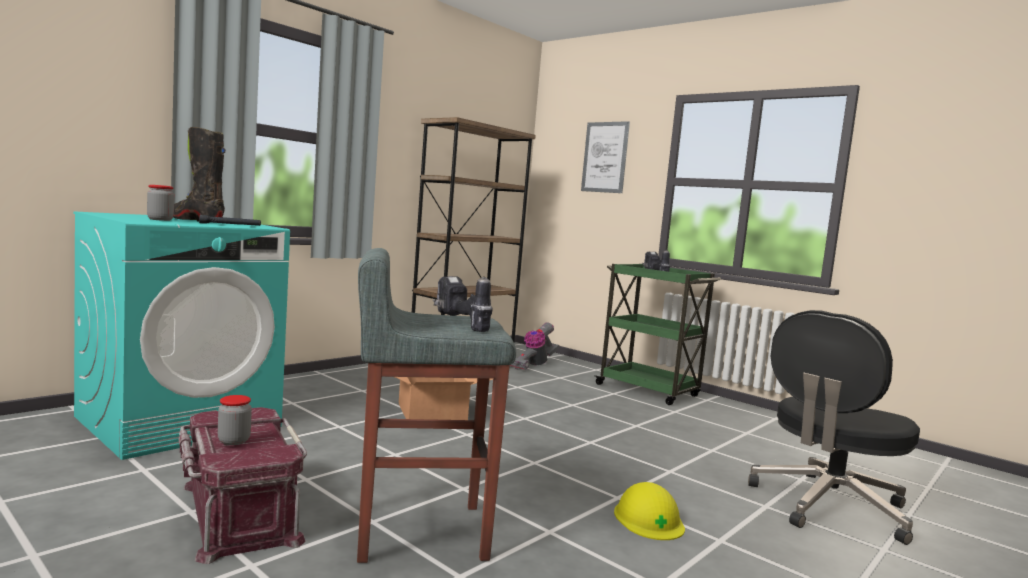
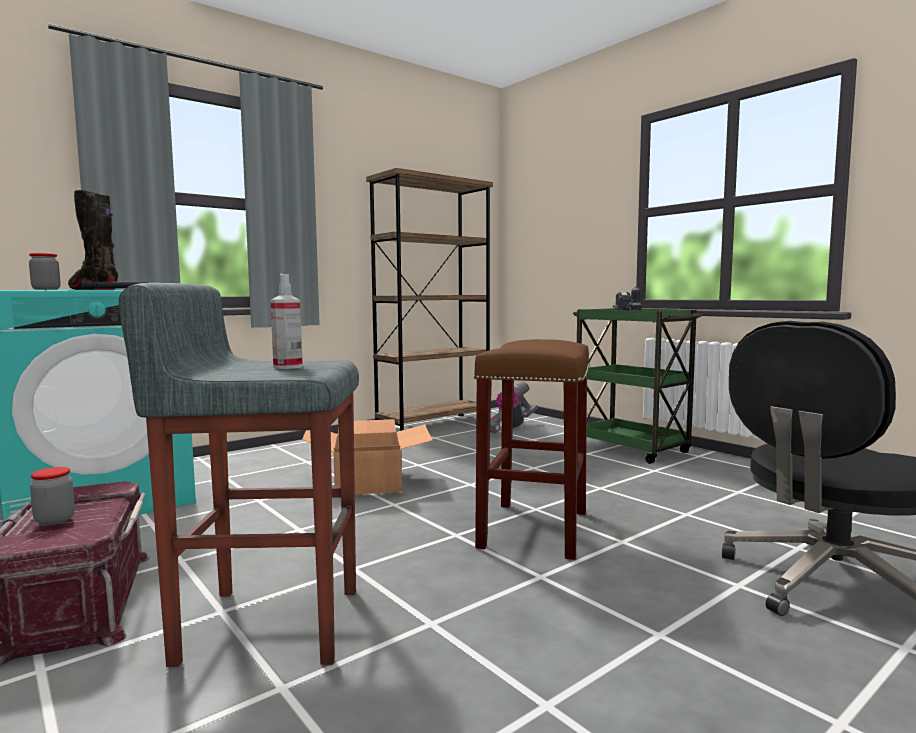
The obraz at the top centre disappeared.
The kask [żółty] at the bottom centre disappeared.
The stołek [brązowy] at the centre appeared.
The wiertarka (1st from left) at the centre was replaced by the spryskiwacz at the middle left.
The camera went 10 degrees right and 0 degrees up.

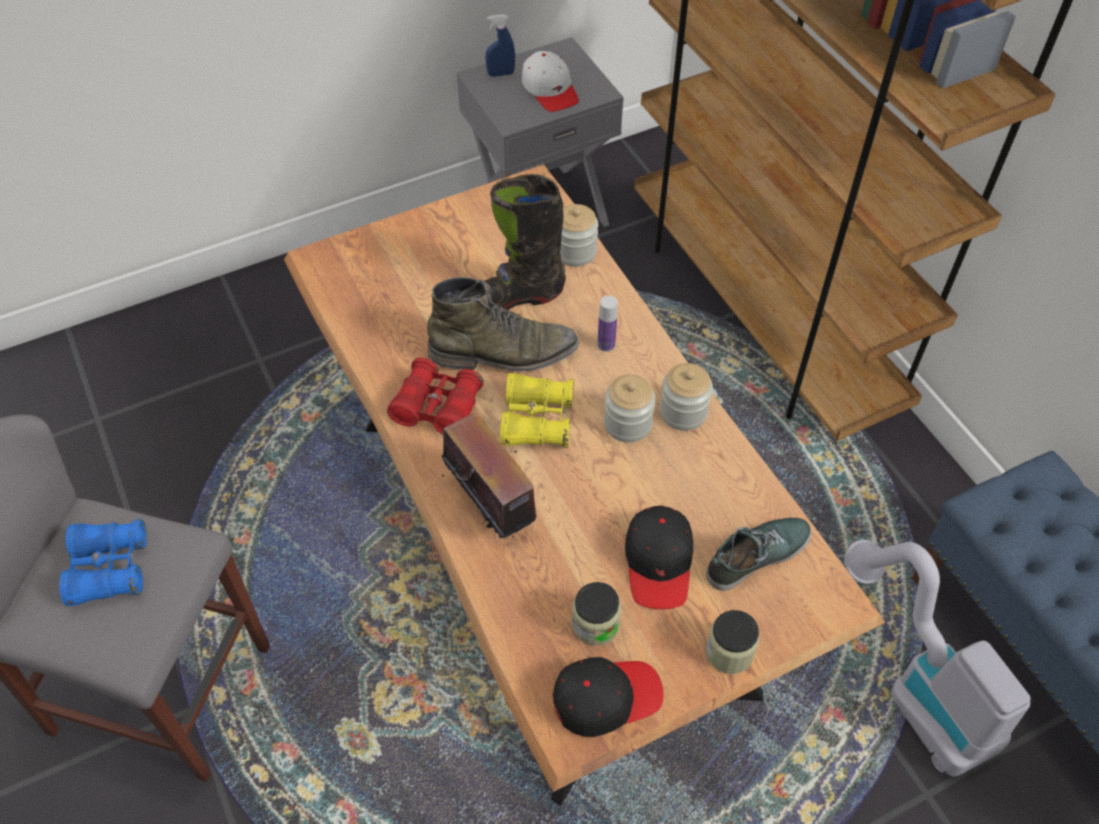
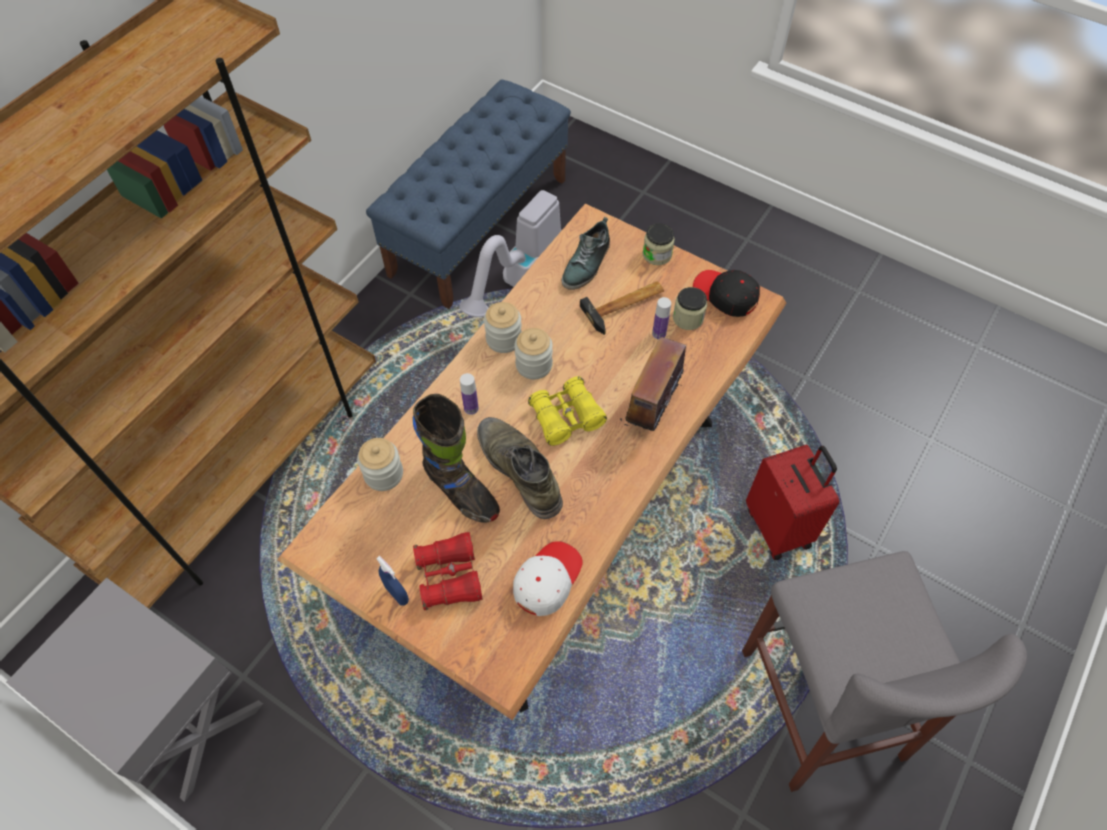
The lornetka [niebieski] at the bottom left disappeared.
The butelka (2nd from left) at the centre appeared.
The walizka [czerwony] at the middle right appeared.
The lornetka [czerwony] moved from the centre to the bottom centre.
The spryskiwacz [niebieski] moved from the top centre to the bottom centre.
The czapka z daszkiem [biały] moved from the top centre to the bottom centre.
The czapka z daszkiem [czarny] (2nd from left) at the bottom centre was replaced by the młotek at the centre.
The but at the bottom right turned 90 degrees counterclockwise.
The camera went 120 degrees left and 5 degrees up.

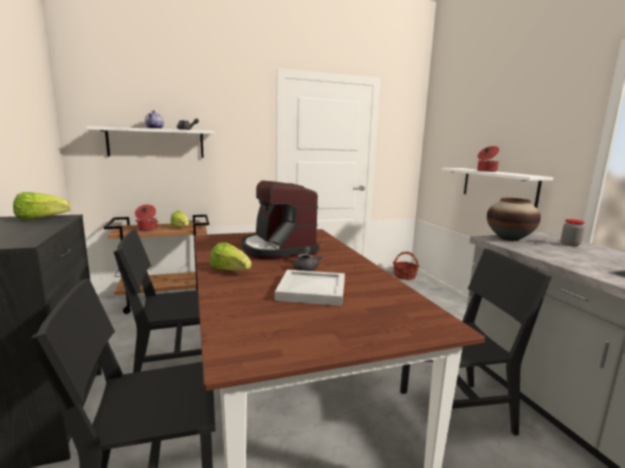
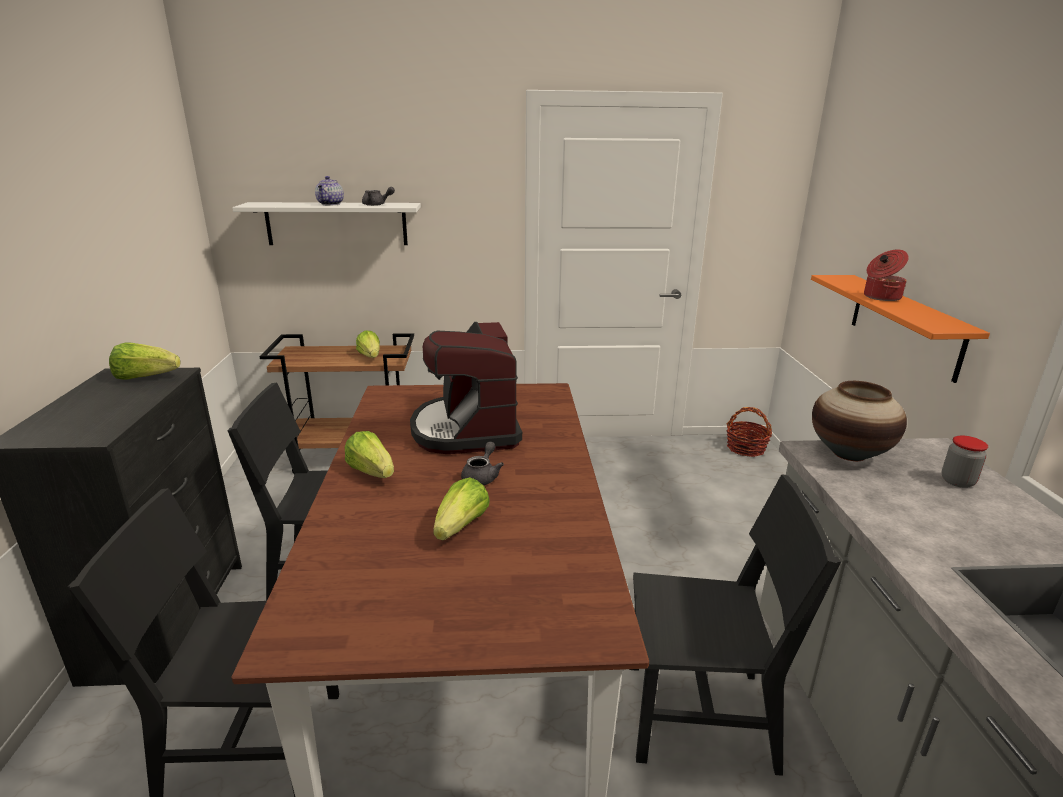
The garnek (1st from left) at the middle left disappeared.
The taca [biały] at the centre was replaced by the sałata (4th from left) at the centre.
The półka [biały] (2nd from left) at the middle right became the półka [pomarańczowy] at the middle right.
The camera went 15 degrees right and 10 degrees up.

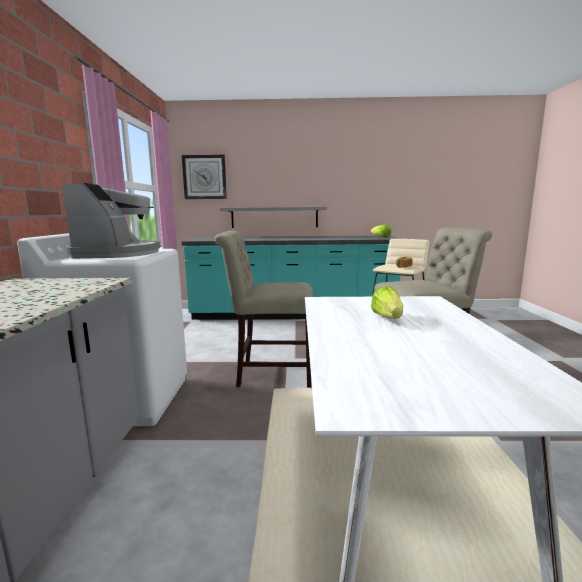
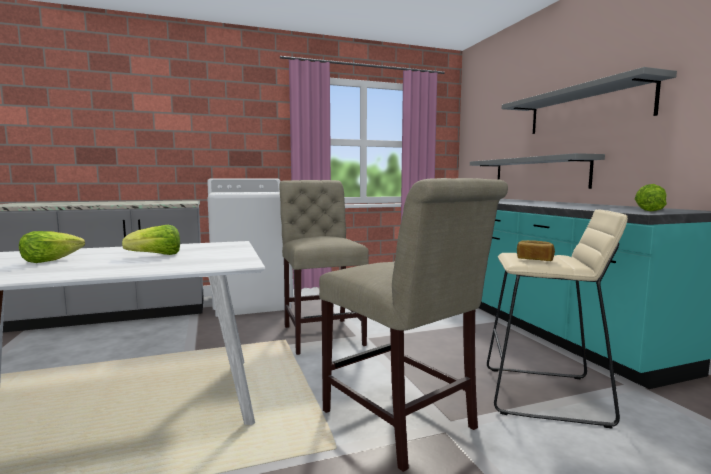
The ekspres do kawy at the middle left disappeared.
The zegar ścienny at the top centre disappeared.
The sałata (1st from left) at the middle left appeared.
The półka [szary] (2nd from left) at the top right appeared.
The camera went 70 degrees right and 5 degrees down.

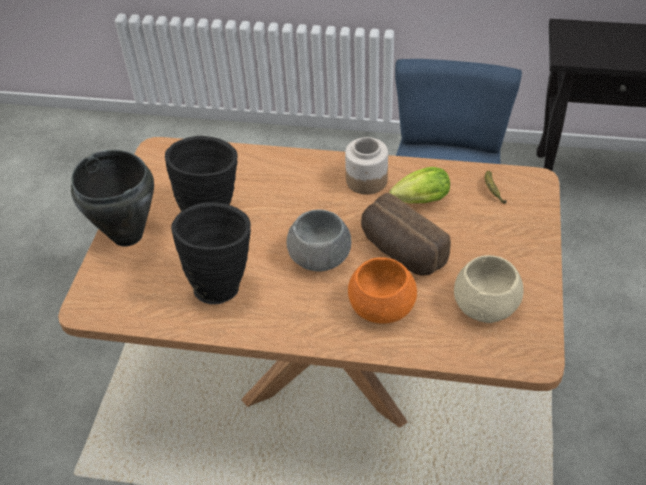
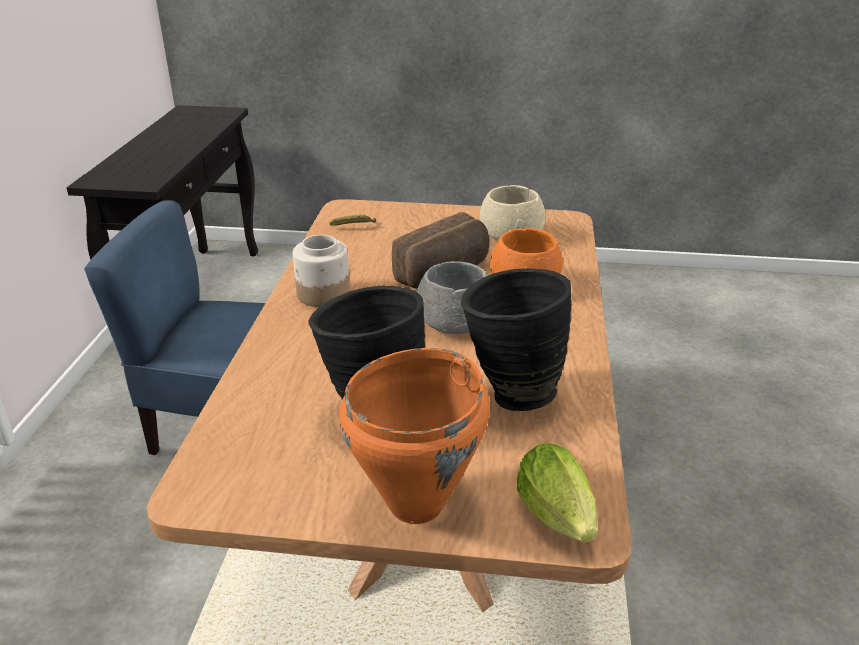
The sałata moved from the centre to the bottom centre.
The garnek [czarny] at the middle left became the garnek [pomarańczowy] at the bottom centre.
The camera went 95 degrees left and 15 degrees down.

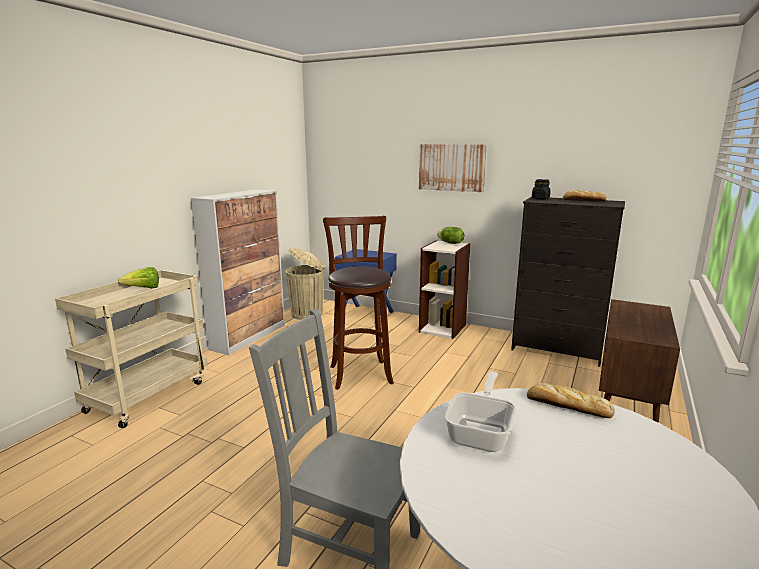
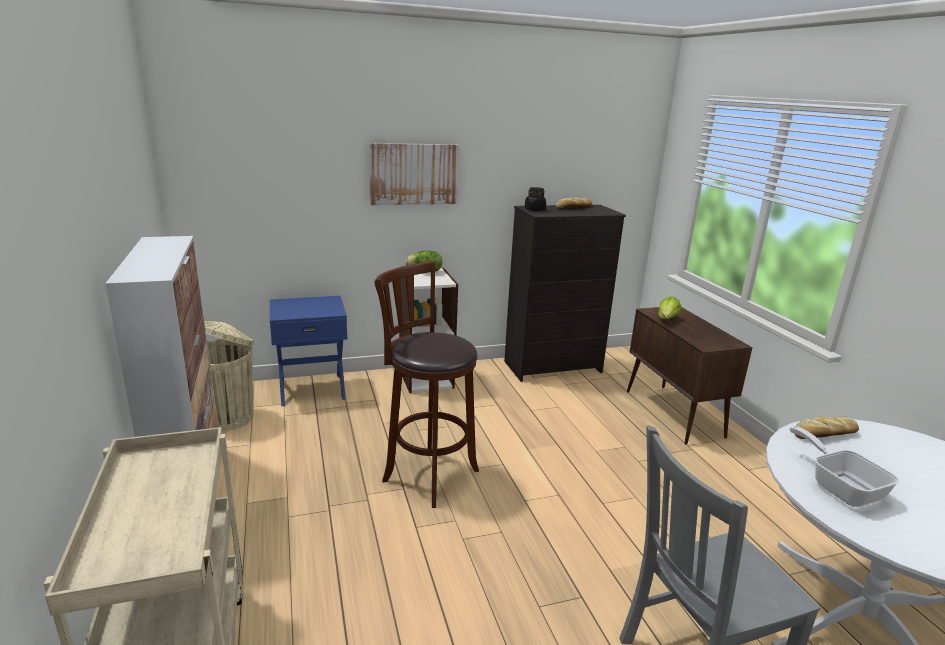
The sałata (1st from left in the first image) moved from the middle left to the middle right.
The camera went 45 degrees left and 5 degrees up.

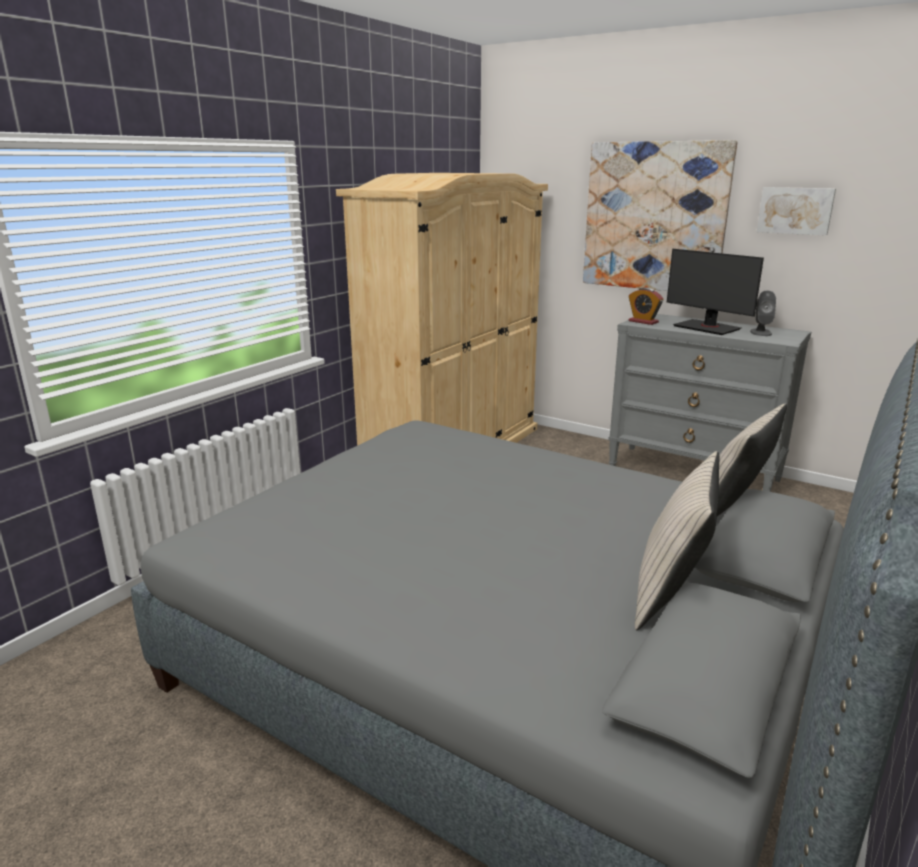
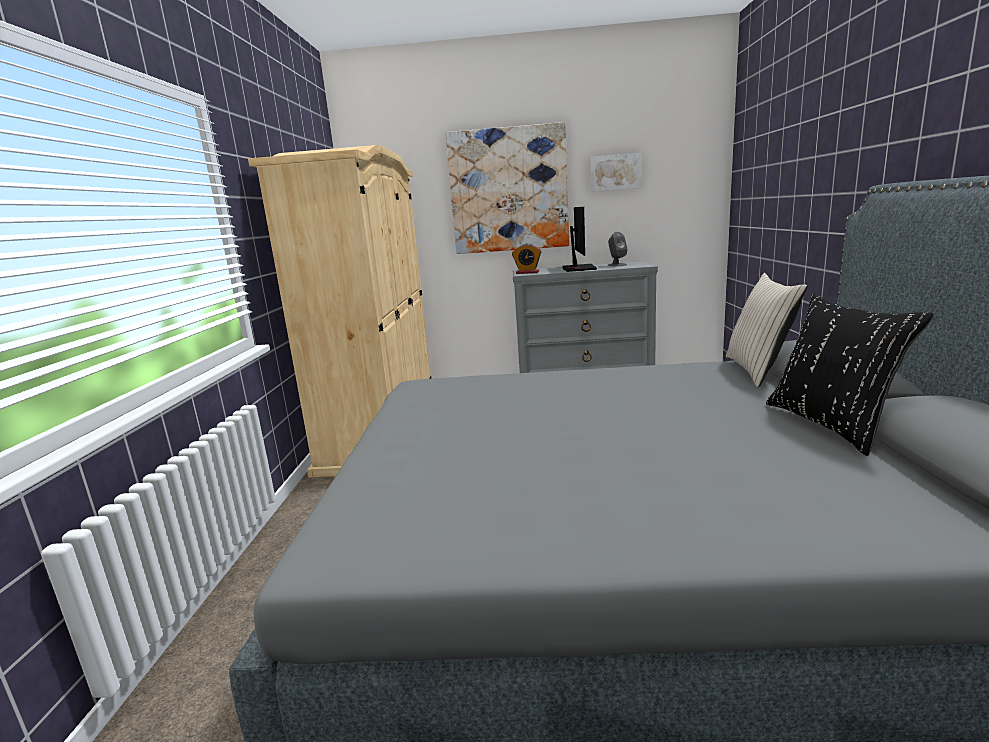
The poduszka [beżowy] (1st from left) at the middle right became the poduszka [czarny] at the middle right.
The monitor at the middle right turned 105 degrees counterclockwise.
The camera went 30 degrees left and 5 degrees down.

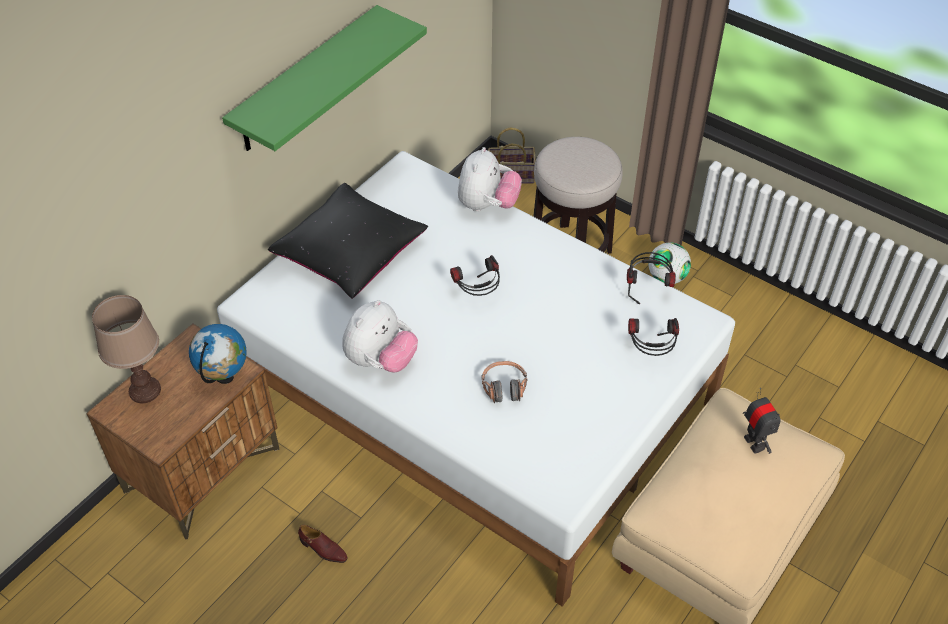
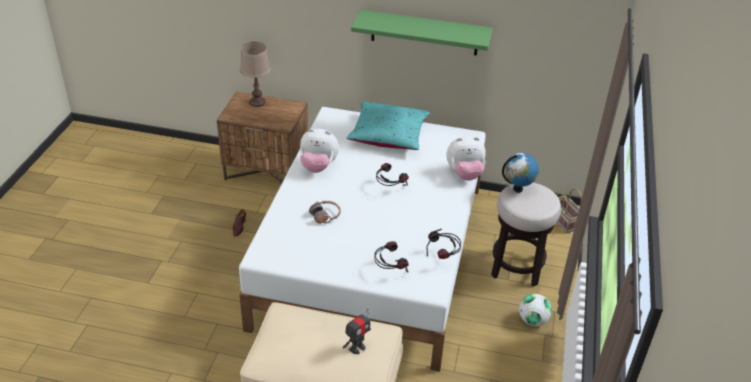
The globus moved from the middle left to the middle right.
The poduszka [czarny] at the centre became the poduszka [turkusowy] at the top centre.
The camera went 65 degrees right and 10 degrees down.

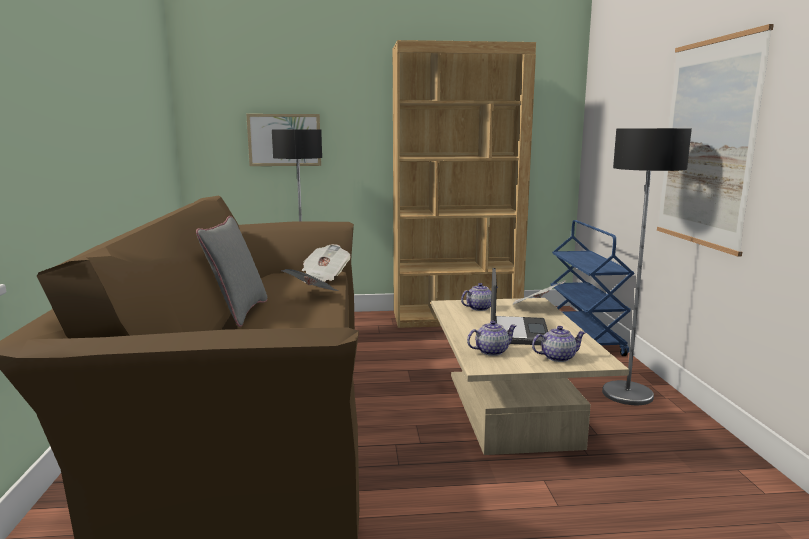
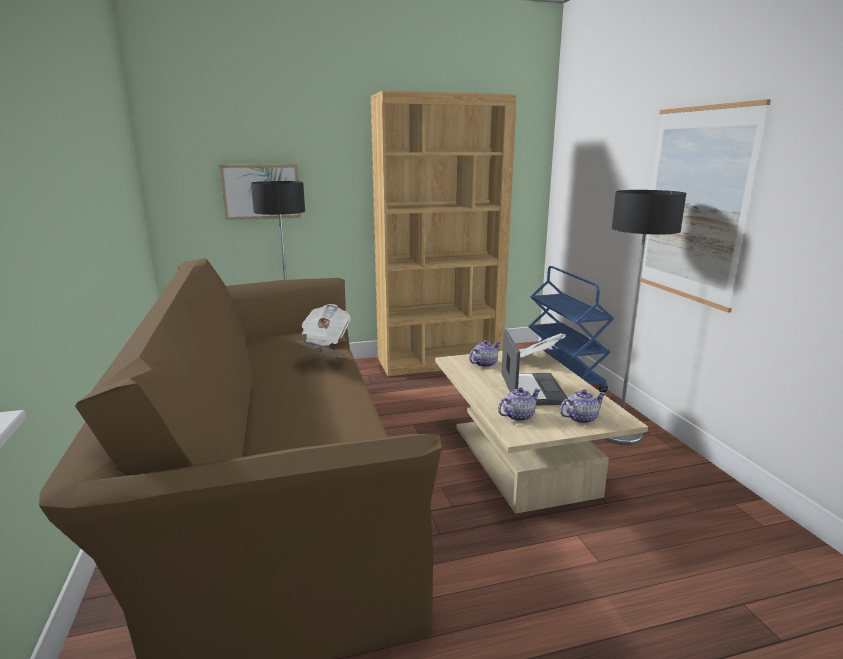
The poduszka [szary] at the middle left disappeared.
The camera went 10 degrees left and 5 degrees up.

